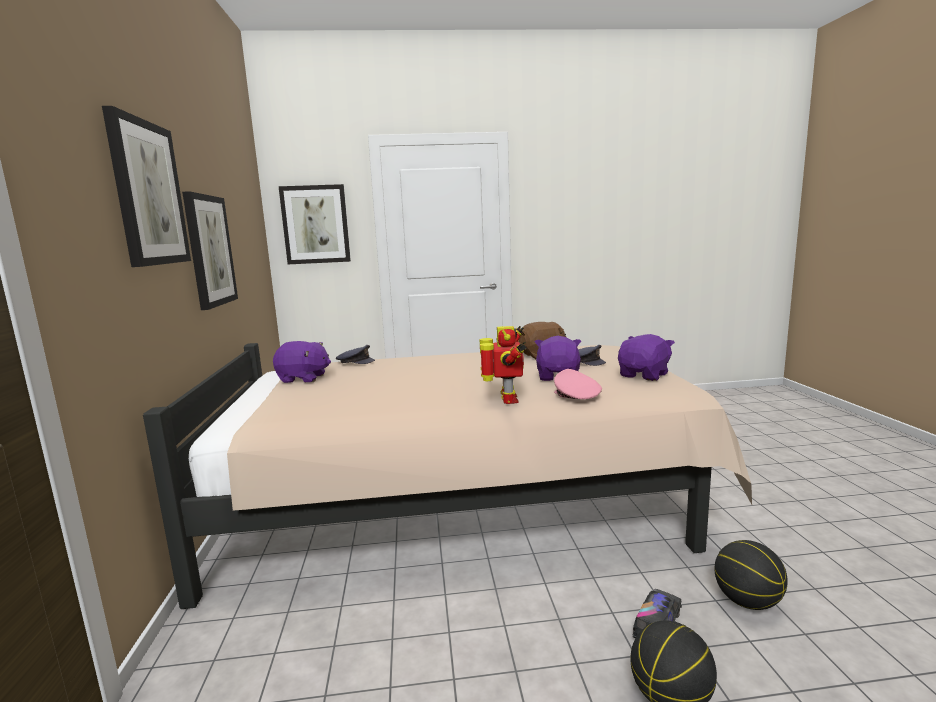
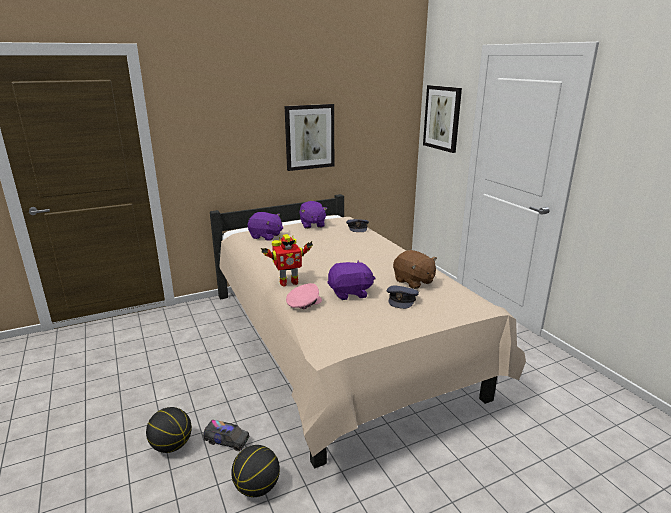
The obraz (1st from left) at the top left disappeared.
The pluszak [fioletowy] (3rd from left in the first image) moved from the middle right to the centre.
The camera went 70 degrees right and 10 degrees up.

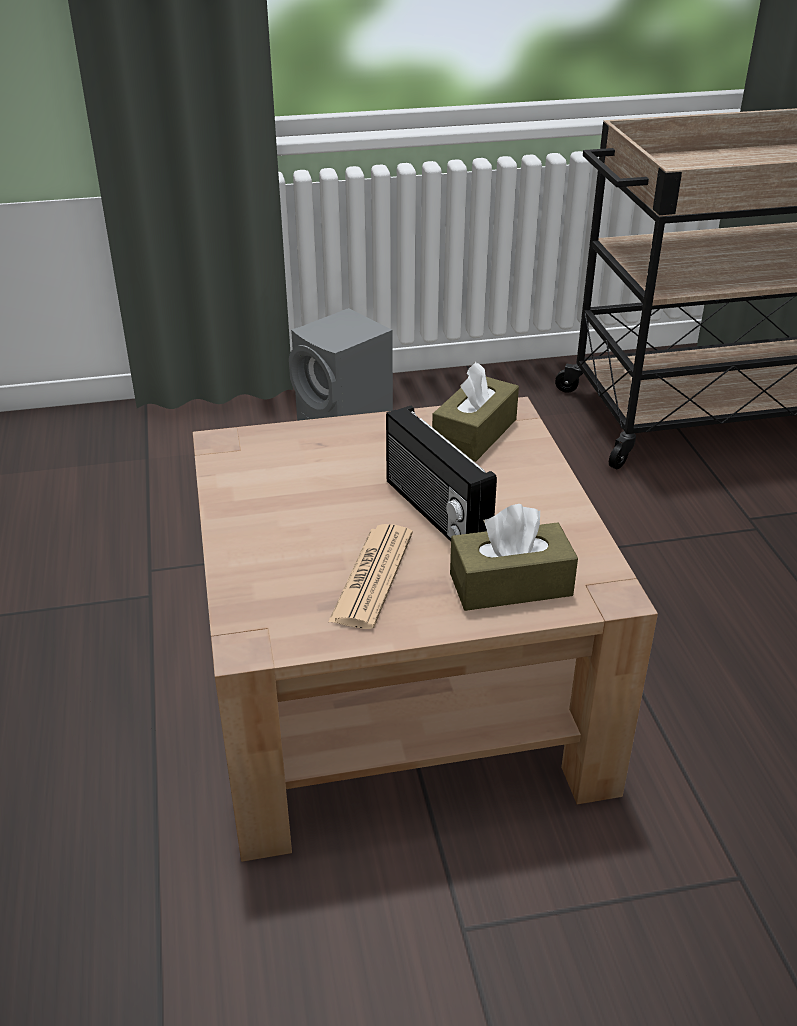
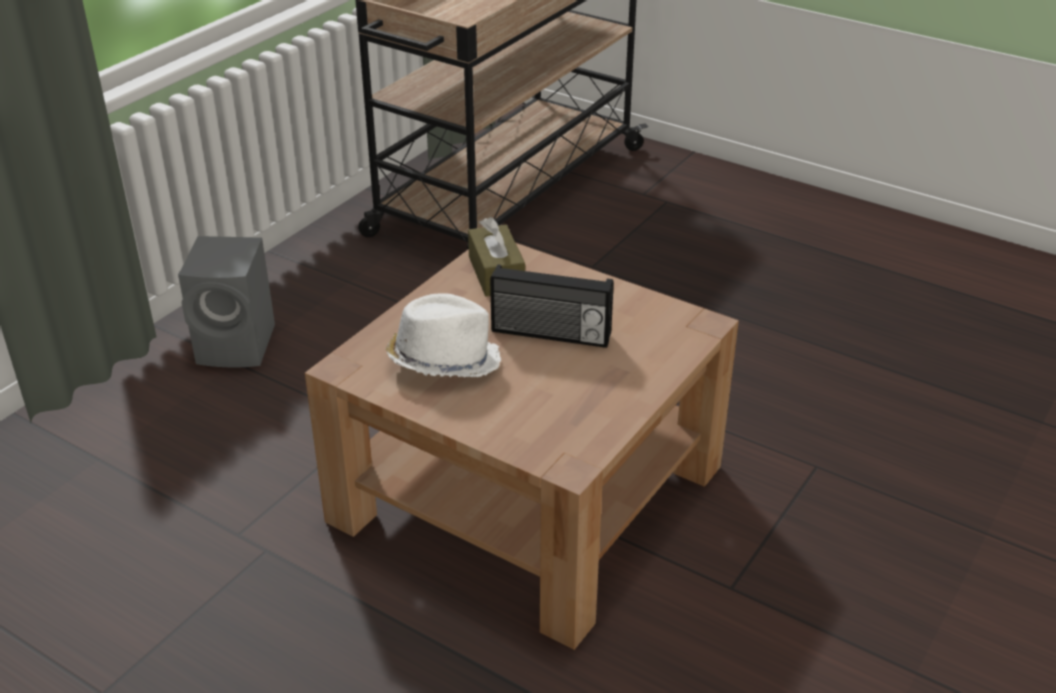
The gazeta at the centre disappeared.
The pudełko chusteczek [brązowy] (2nd from left) at the centre disappeared.
The kapelusz [biały] at the centre appeared.
The camera went 45 degrees left and 0 degrees up.

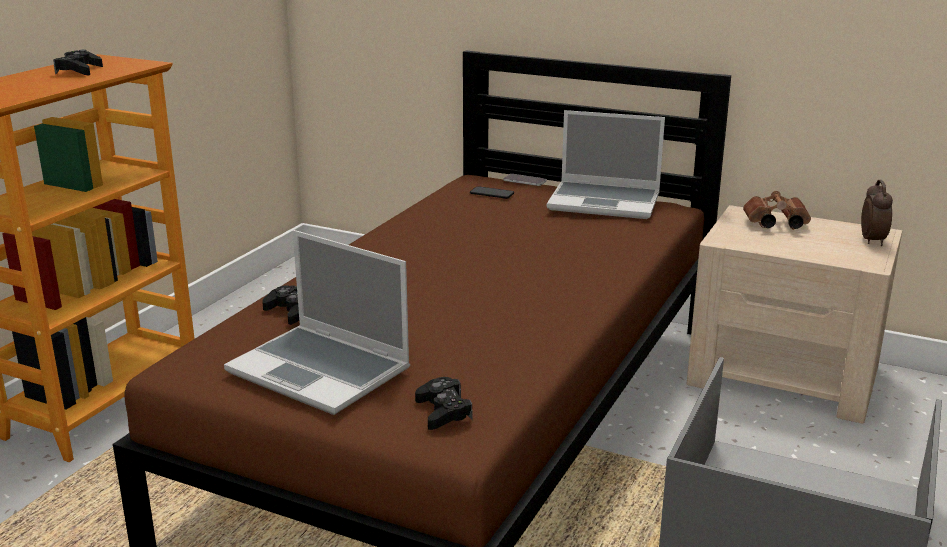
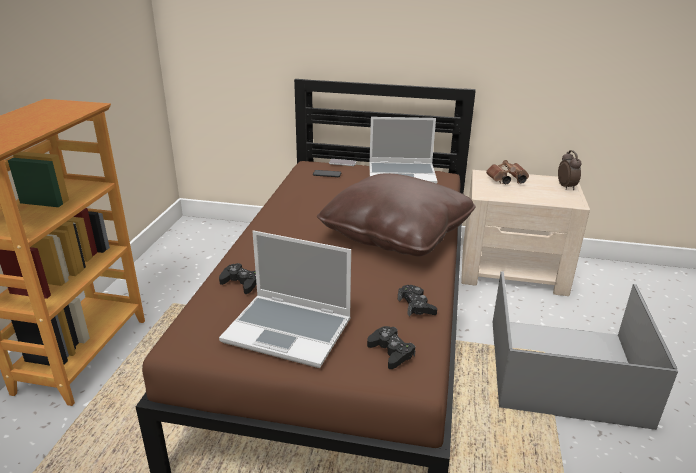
The poduszka [brązowy] at the centre appeared.
The pad do gier [czarny] (1st from left in the first image) moved from the top left to the centre.
The camera went 15 degrees left and 5 degrees up.

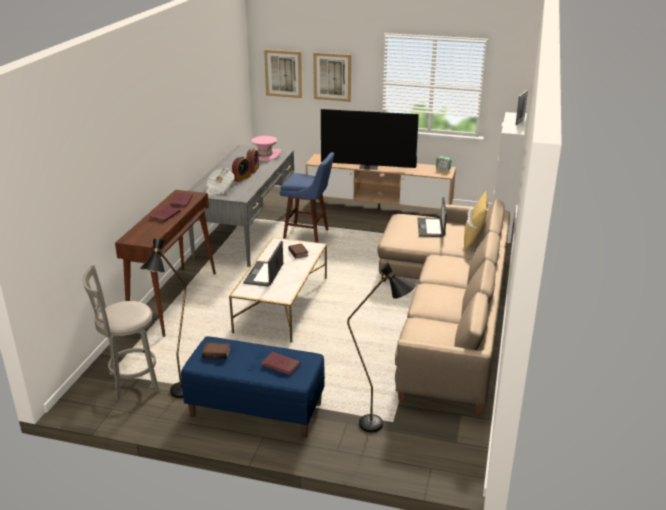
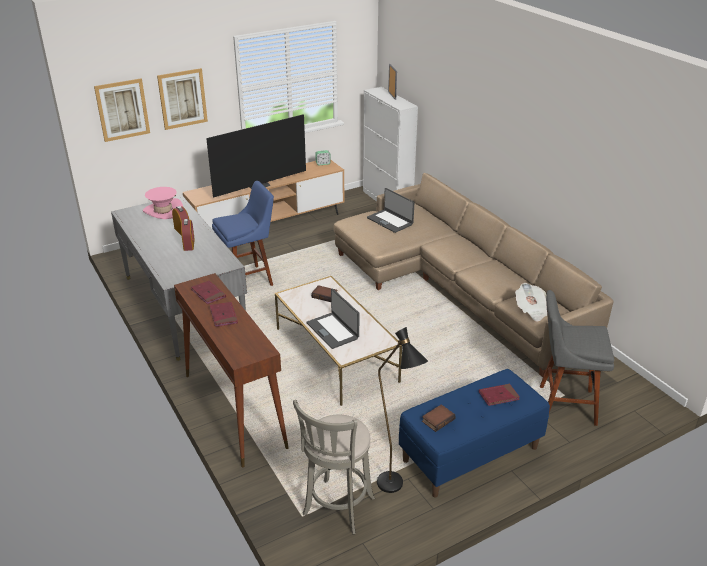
The poduszka [żółty] at the middle right disappeared.
The gazeta moved from the middle left to the middle right.
The lampa stojąca [czarny] (2nd from left) at the bottom centre was replaced by the stołek [szary] (2nd from left) at the middle right.
The camera went 45 degrees left and 5 degrees up.

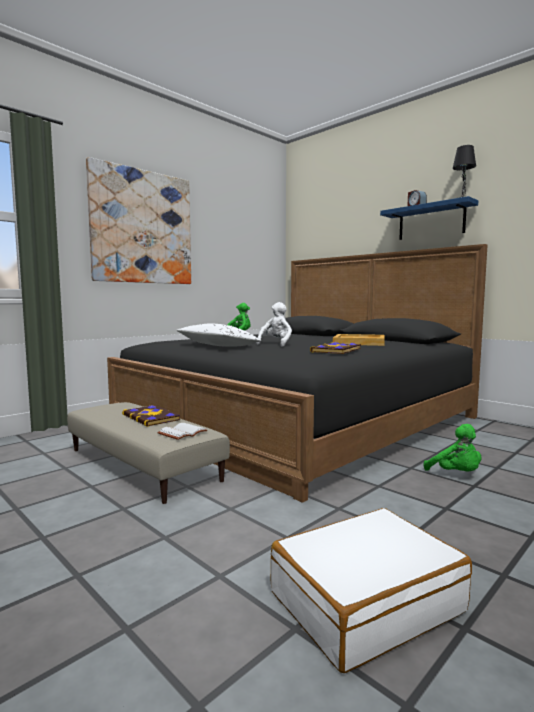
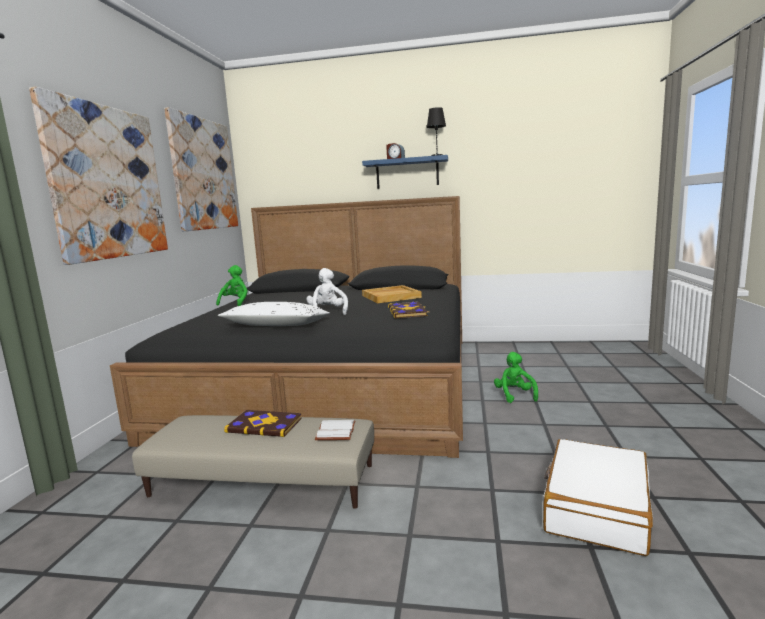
The obraz (2nd from left) at the top left appeared.
The pluszak [zielony] (2nd from left) at the middle right turned 120 degrees counterclockwise.
The camera went 35 degrees left and 5 degrees up.

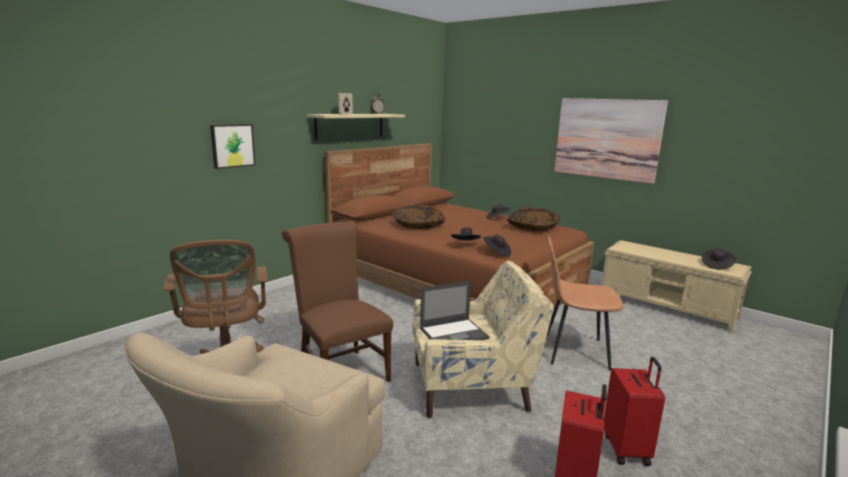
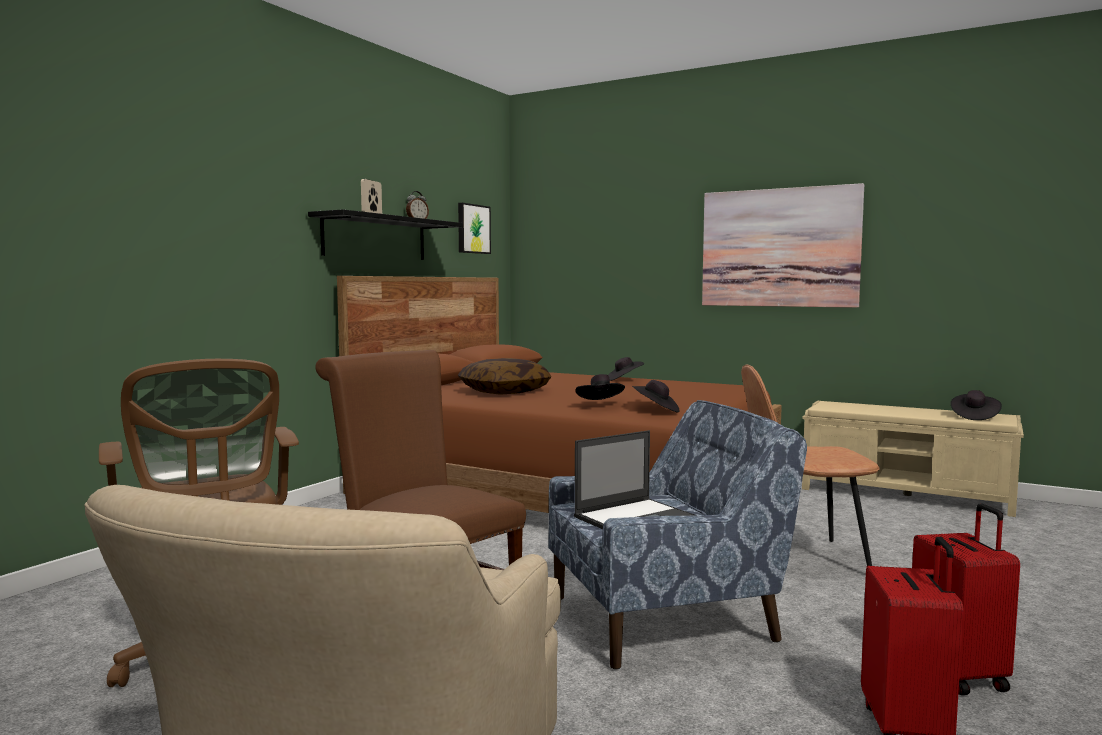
The poduszka (2nd from left) at the centre disappeared.
The obraz (1st from left) moved from the top left to the top centre.
The półka [beżowy] at the top centre became the półka [czarny] at the top centre.
The fotel [beżowy] (2nd from left) at the bottom centre became the fotel [niebieski] at the bottom centre.
The camera went 10 degrees left and 10 degrees down.

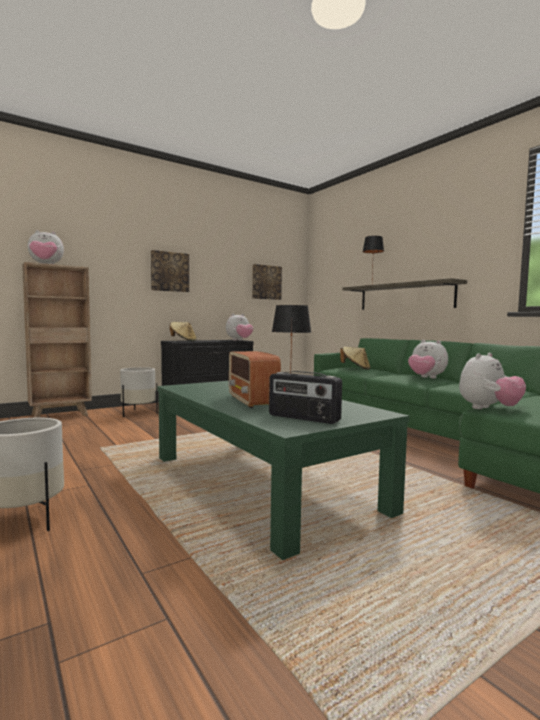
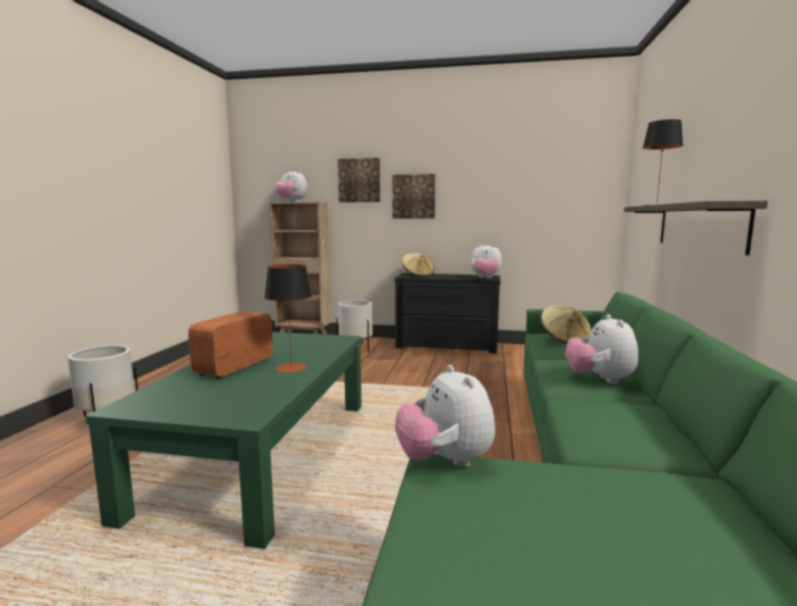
The radio (2nd from left) at the centre disappeared.
The obraz (2nd from left in the first image) moved from the centre to the top centre.
The pluszak (4th from left in the first image) at the middle right turned 60 degrees clockwise.
The camera went 45 degrees right and 5 degrees up.

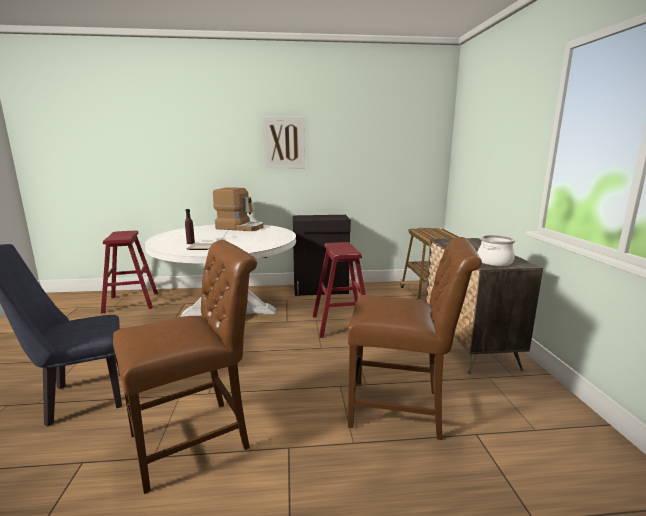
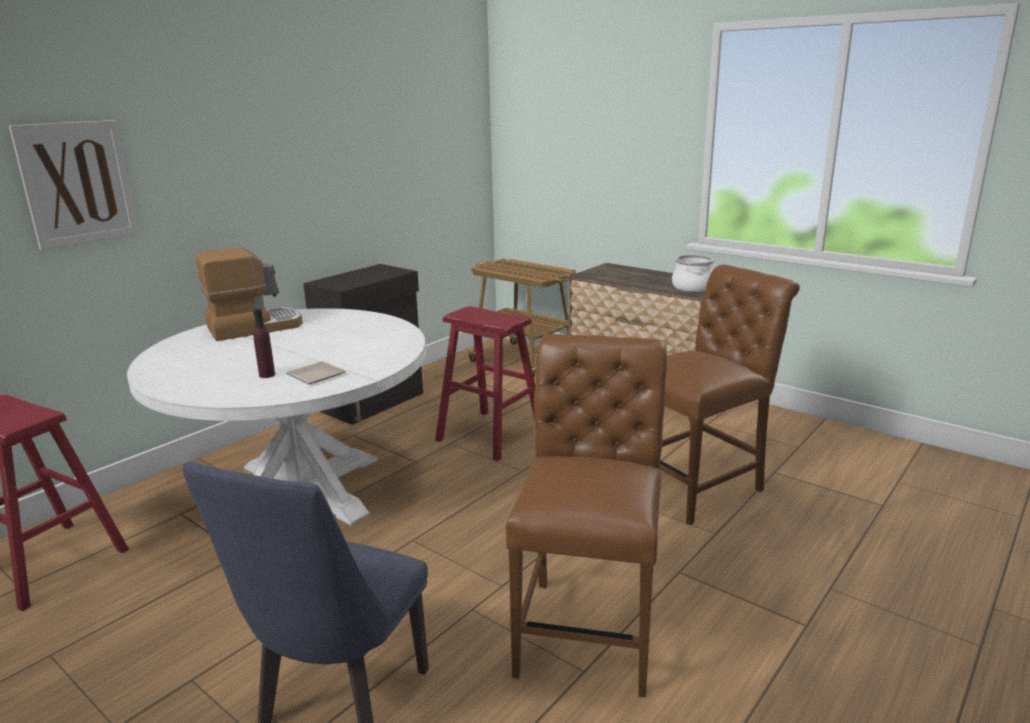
The obraz moved from the top centre to the top left.
The camera went 45 degrees left and 5 degrees up.

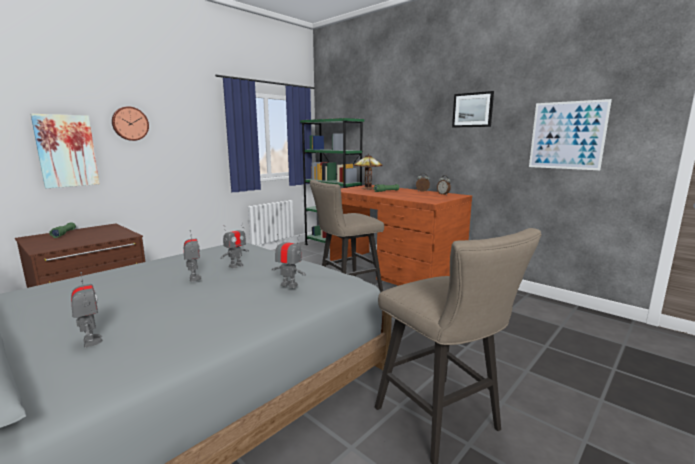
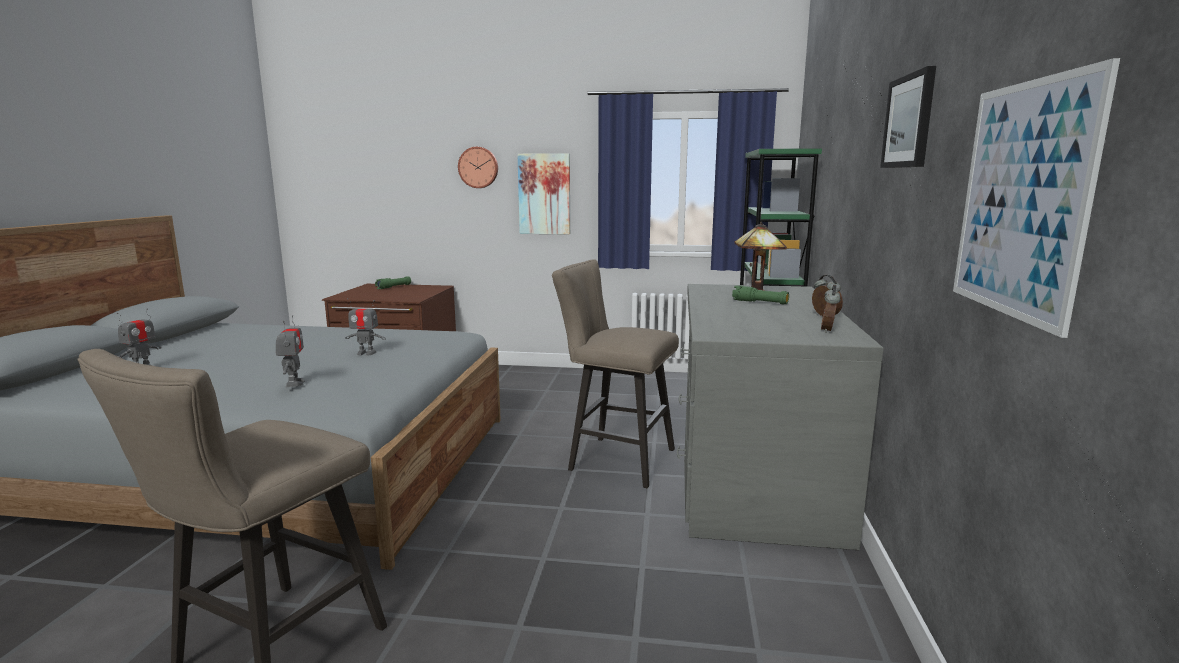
The robot zabawkowy (2nd from left) at the middle left disappeared.
The obraz (1st from left) moved from the top left to the top centre.
The biurko [brązowy] at the centre became the biurko [szary] at the centre.
The camera went 55 degrees right and 0 degrees up.

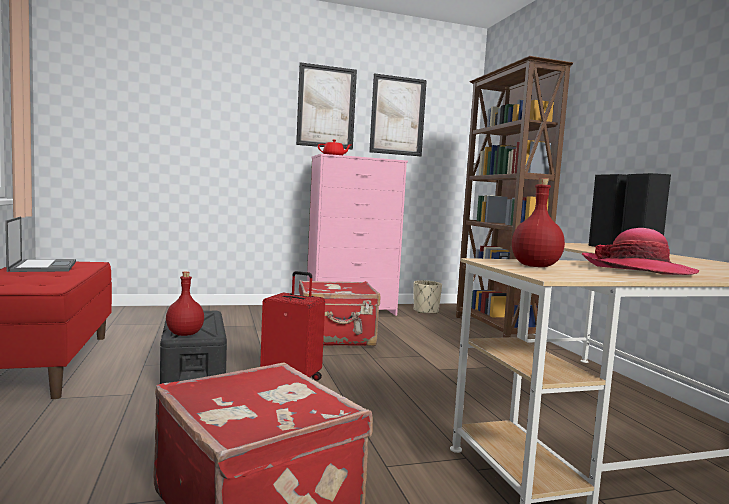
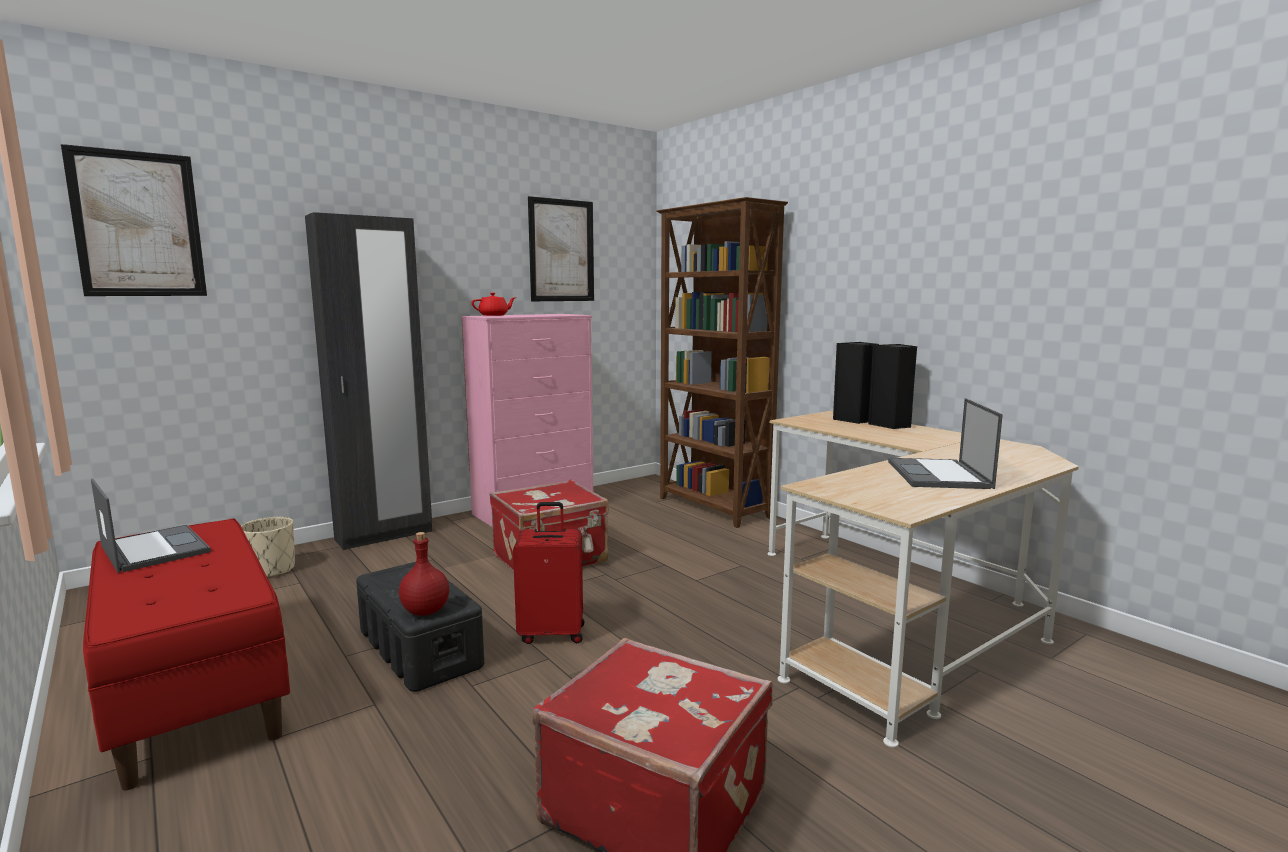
The butelka [czerwony] (2nd from left) at the middle right disappeared.
The szafa [czarny] at the middle left appeared.
The obraz (1st from left) moved from the top centre to the top left.
The donica [beżowy] moved from the centre to the middle left.
The kapelusz at the middle right was replaced by the laptop (2nd from left) at the middle right.
The camera went 20 degrees left and 5 degrees up.

